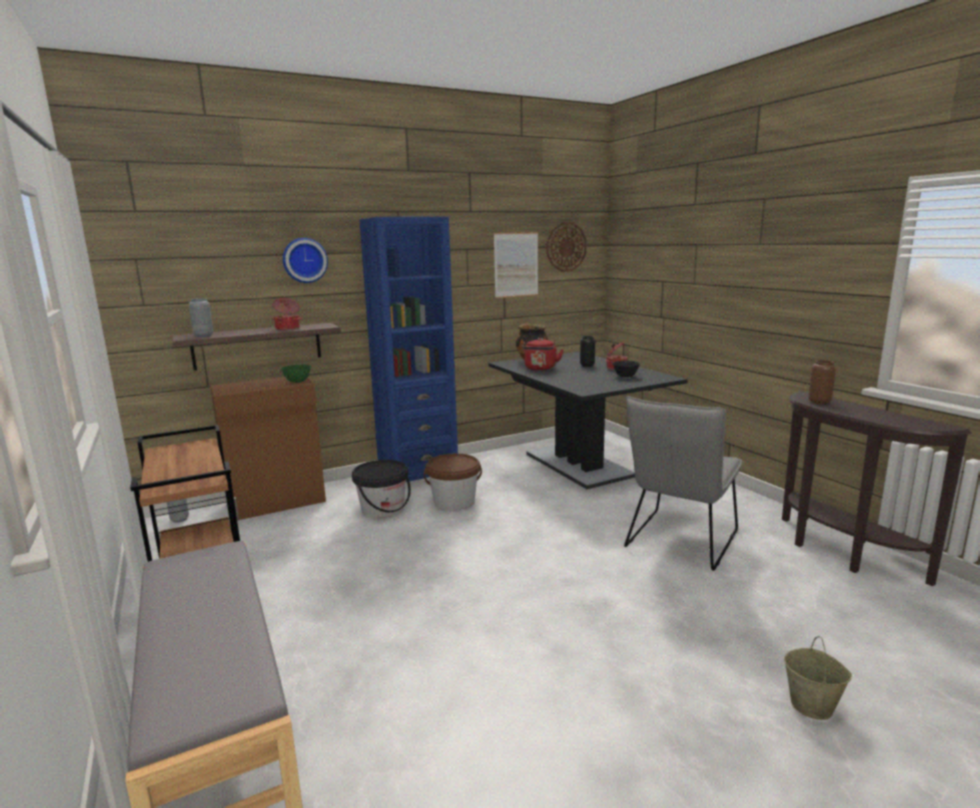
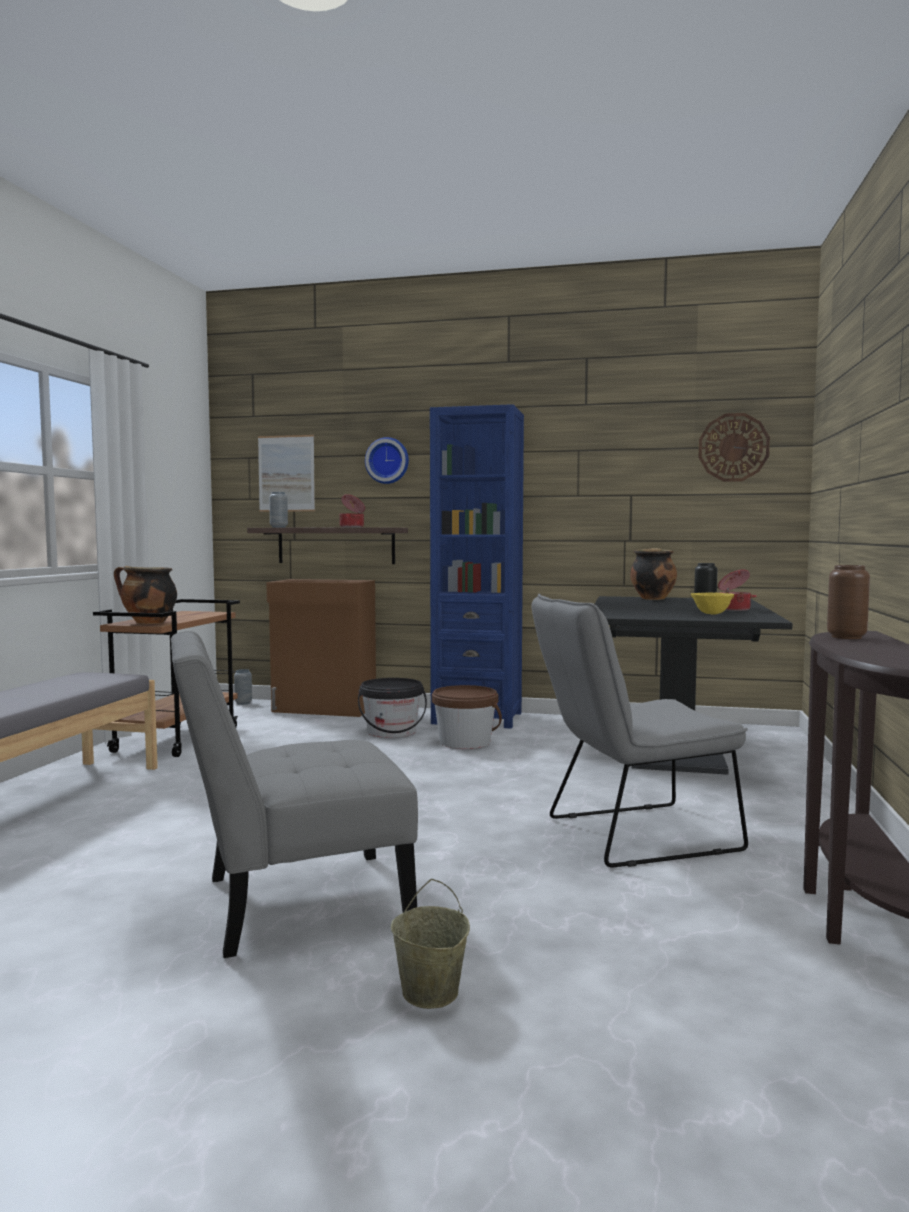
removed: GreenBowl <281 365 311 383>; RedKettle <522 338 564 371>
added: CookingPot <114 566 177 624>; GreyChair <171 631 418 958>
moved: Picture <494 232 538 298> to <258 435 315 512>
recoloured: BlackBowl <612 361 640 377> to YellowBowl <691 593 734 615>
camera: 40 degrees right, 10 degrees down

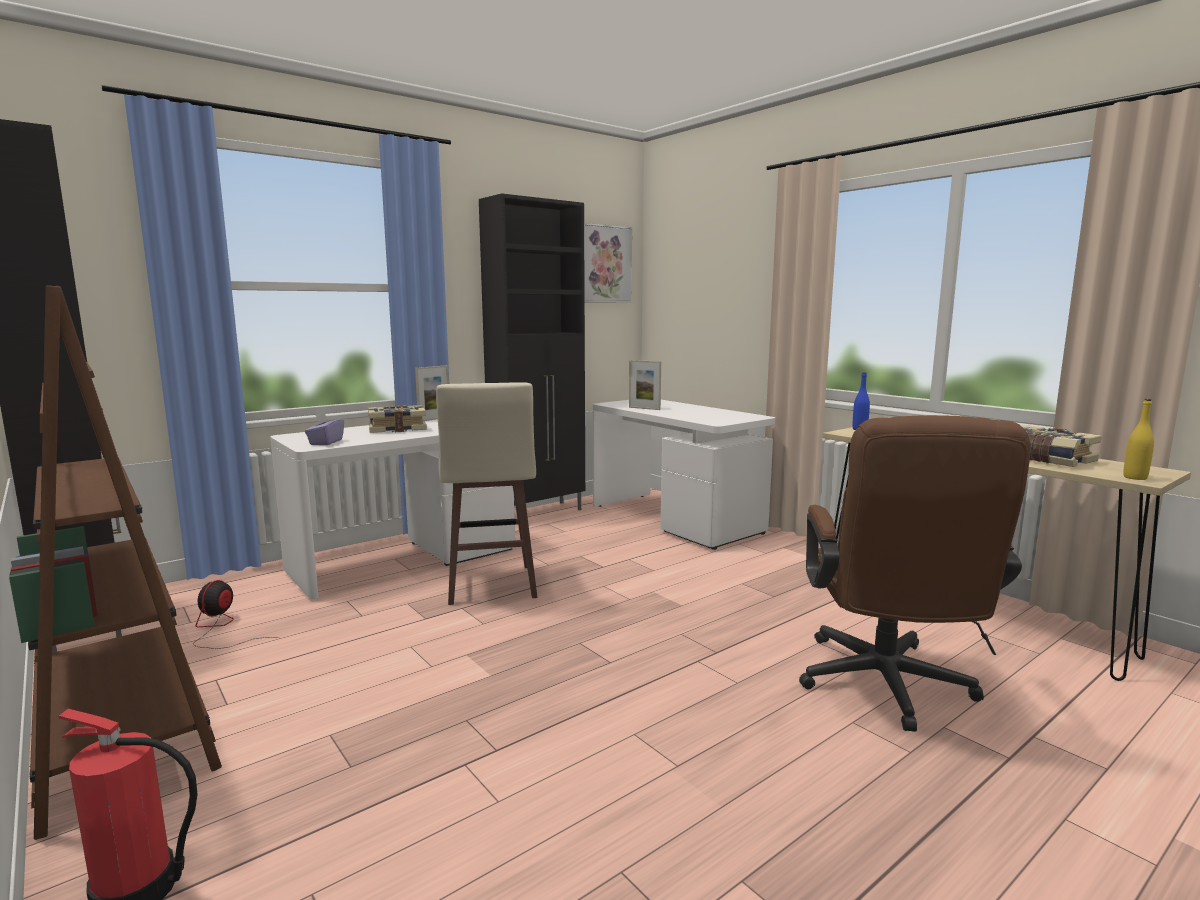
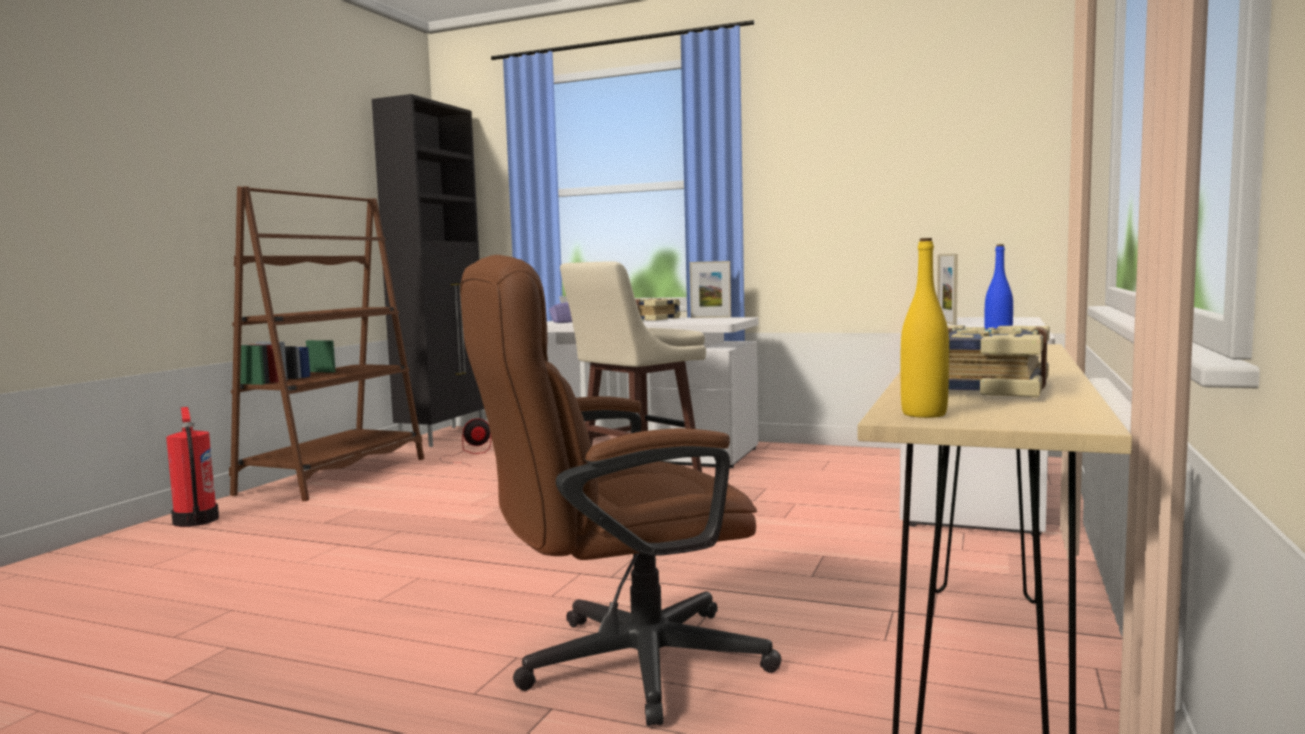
removed: BlackCabinet <479 193 585 510>; Picture <584 223 632 303>
camera: 60 degrees right, 5 degrees down

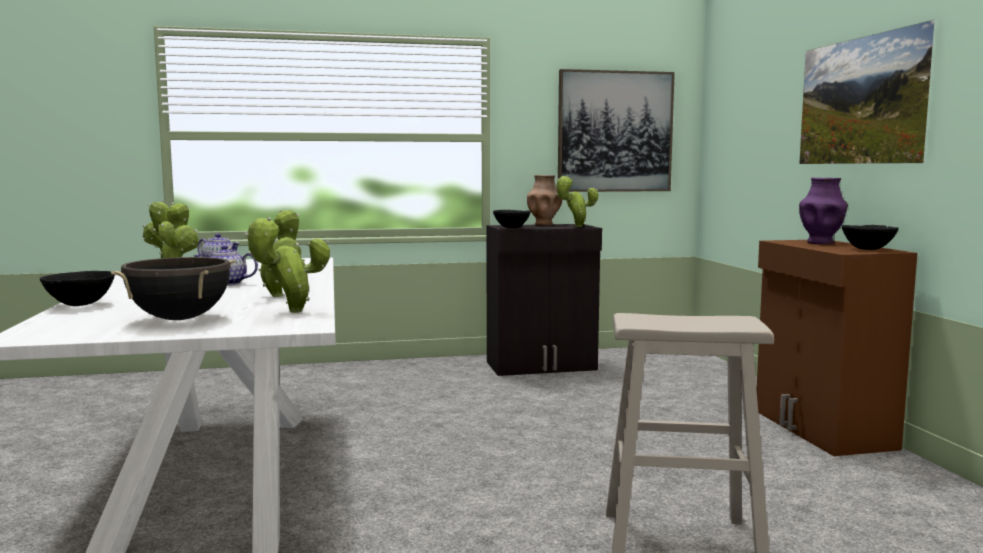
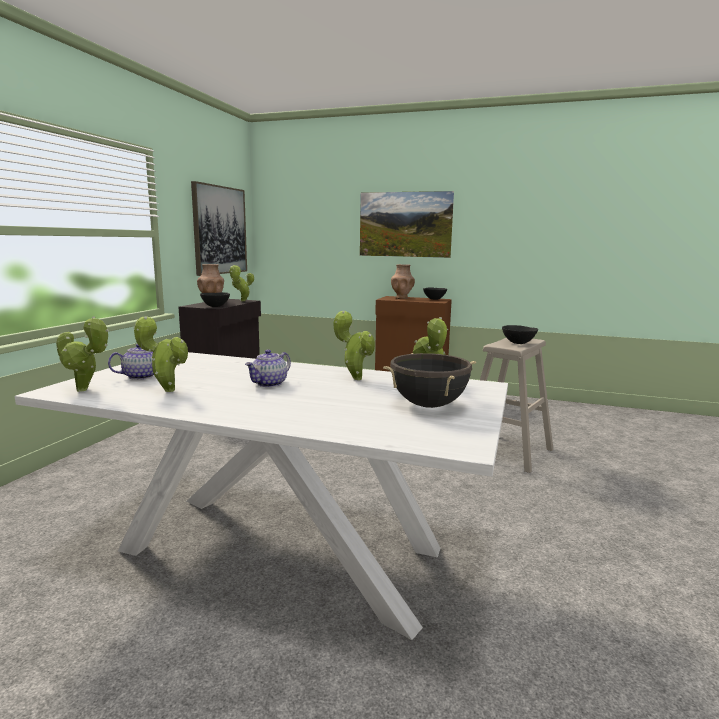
moved: BlackBowl <40 271 115 306> to <502 325 538 344>
recoloured: PurpleVase <799 178 848 244> to BrownVase <391 264 415 299>
camera: 60 degrees left, 5 degrees up

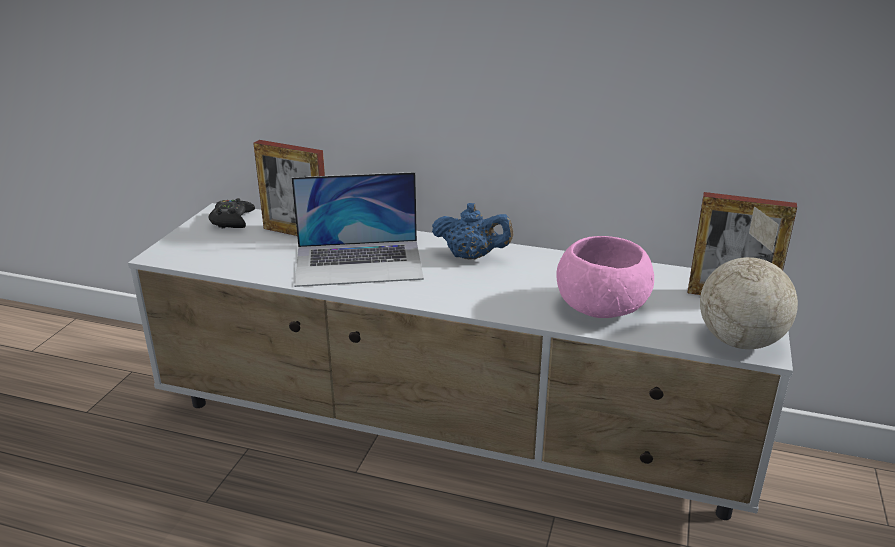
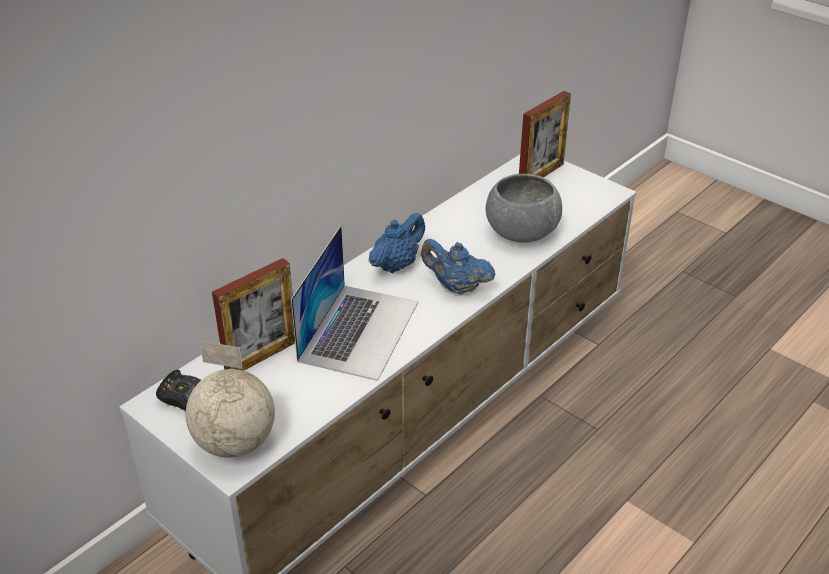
added: BlueTeapot <421 239 495 295>
moved: Globe <700 206 798 349> to <186 341 275 458>
recoloured: PinkBowl <557 236 654 318> to GreyBowl <486 174 562 243>
camera: 65 degrees left, 10 degrees up

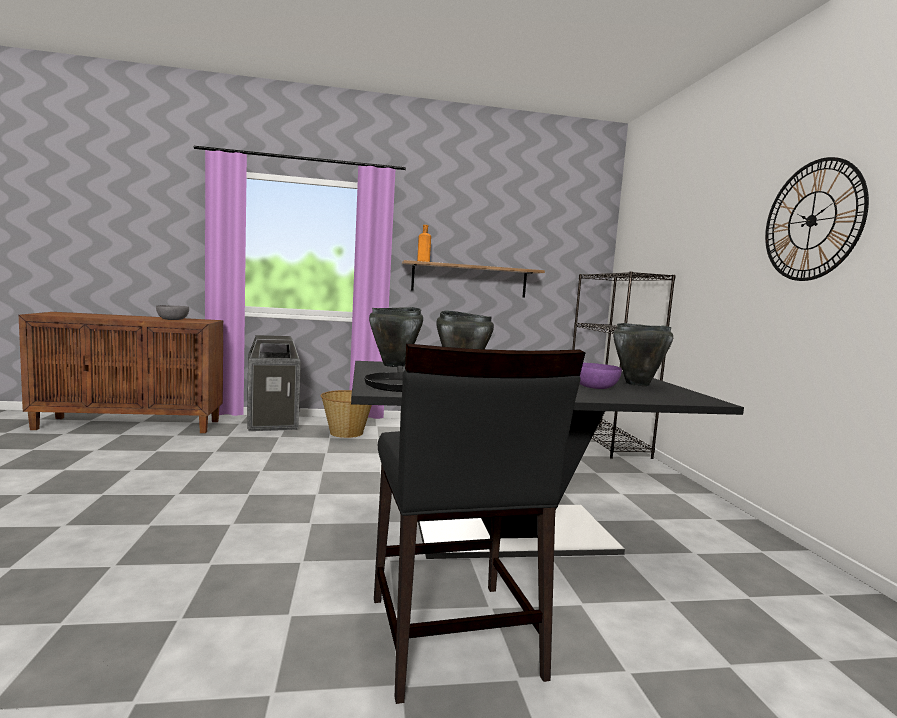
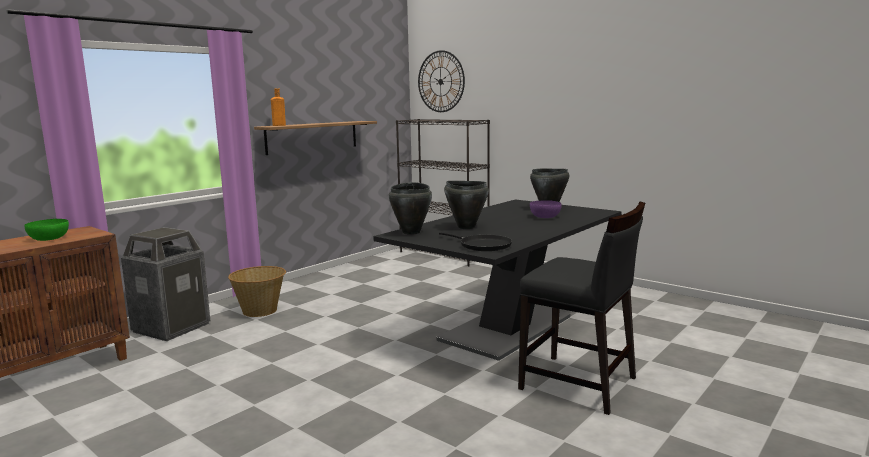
moved: WallClock <765 157 869 281> to <418 50 465 112>
recoloured: GreyBowl <156 305 189 320> to GreenBowl <24 219 69 241>
camera: 40 degrees left, 5 degrees up

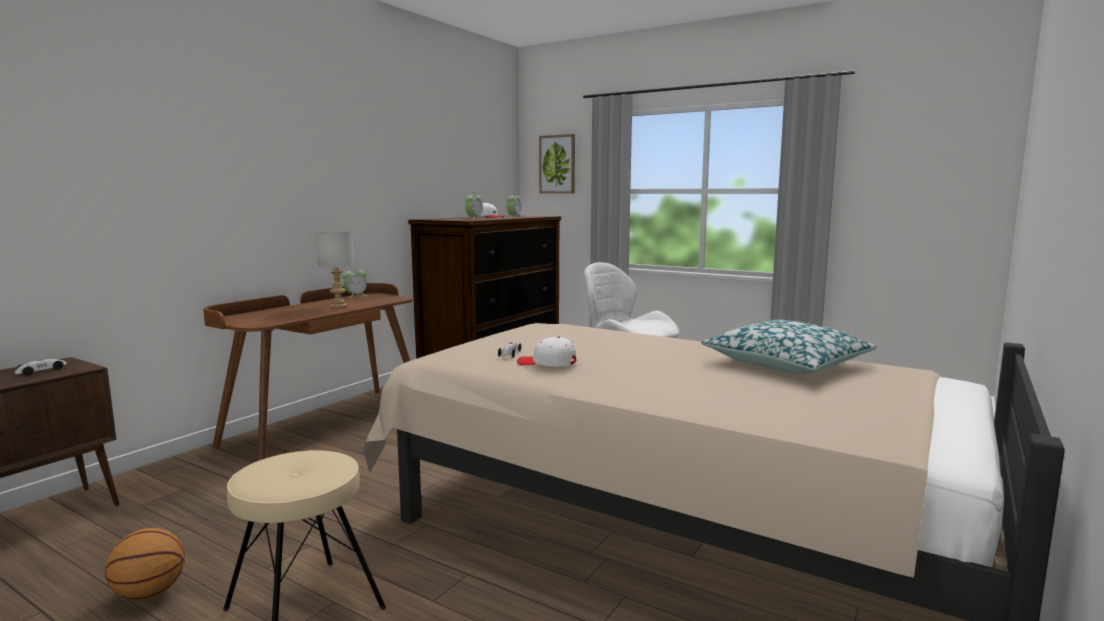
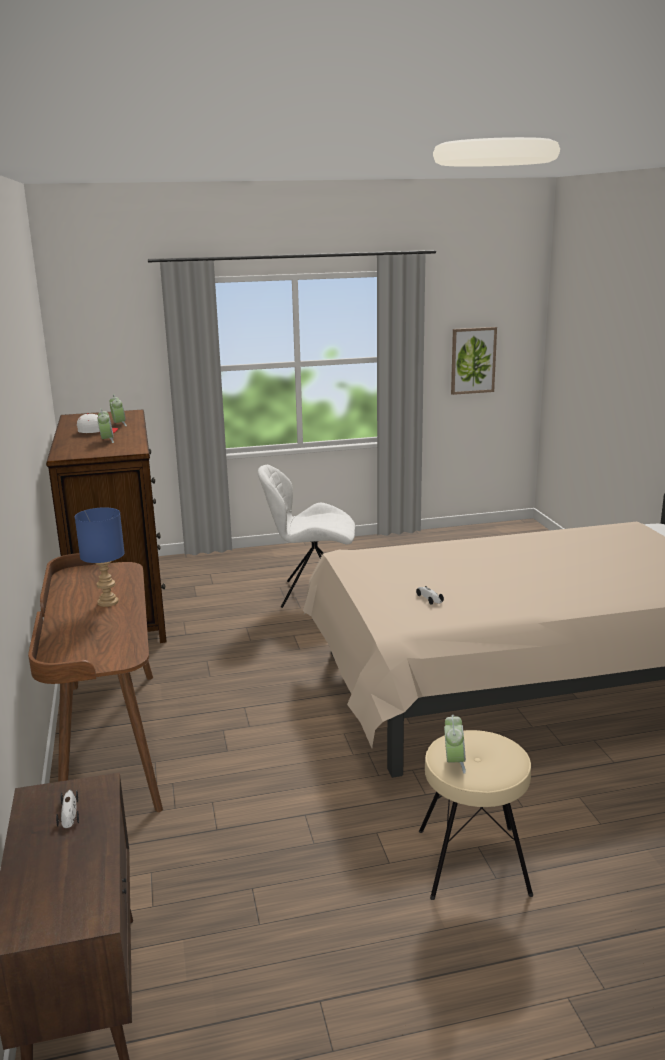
removed: Basketball <105 528 185 600>; WhiteCap <517 336 576 367>; Pillow <701 320 877 374>
moved: AlarmClock <342 267 367 298> to <444 715 466 774>; Picture <539 134 575 193> to <451 327 497 395>
recoloured: GreyTableLamp <316 231 354 308> to BlueTableLamp <75 507 125 607>
camera: 45 degrees left, 10 degrees up

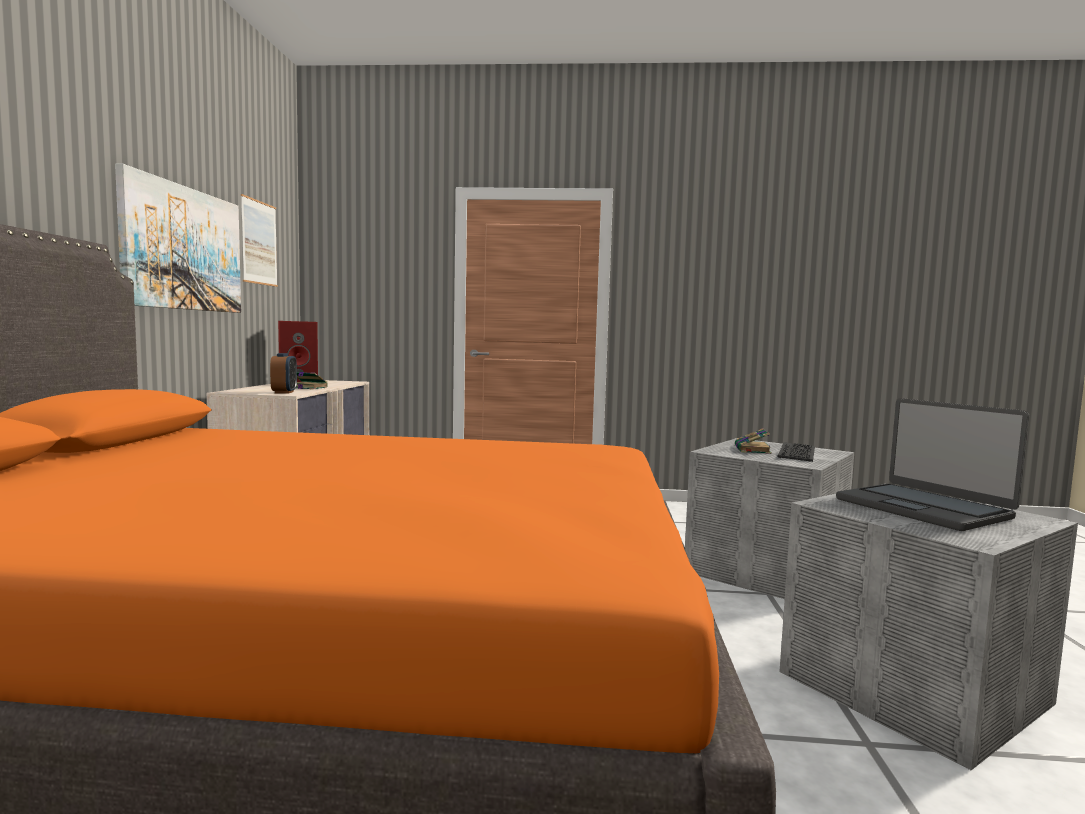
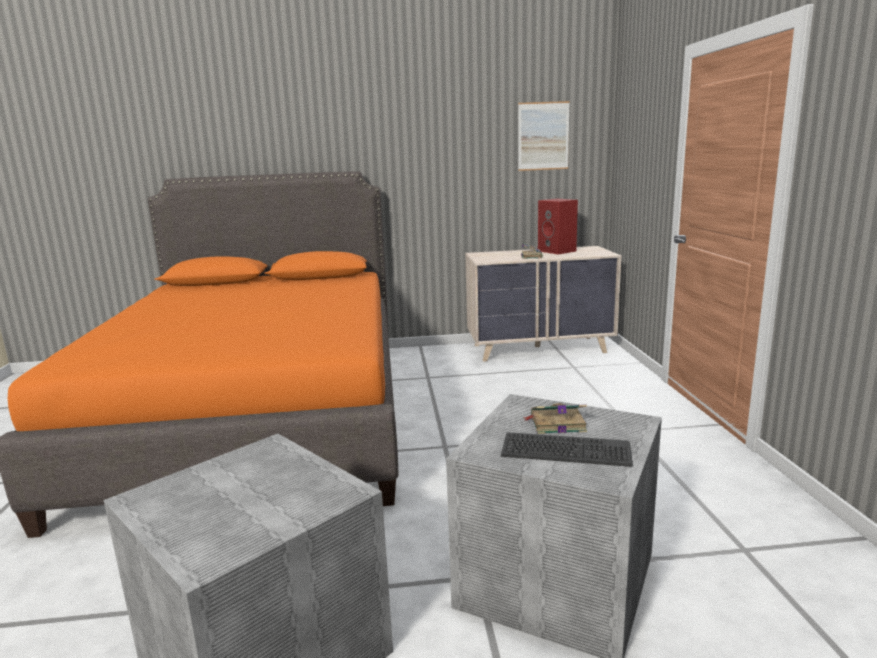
removed: Picture <115 163 241 313>; AlarmClock <270 353 297 394>; Laptop <836 398 1029 531>
camera: 80 degrees right, 10 degrees up

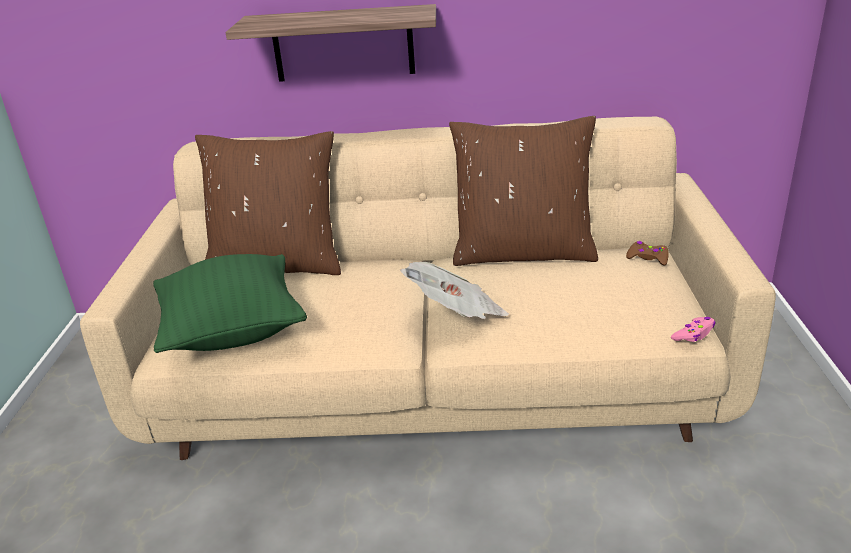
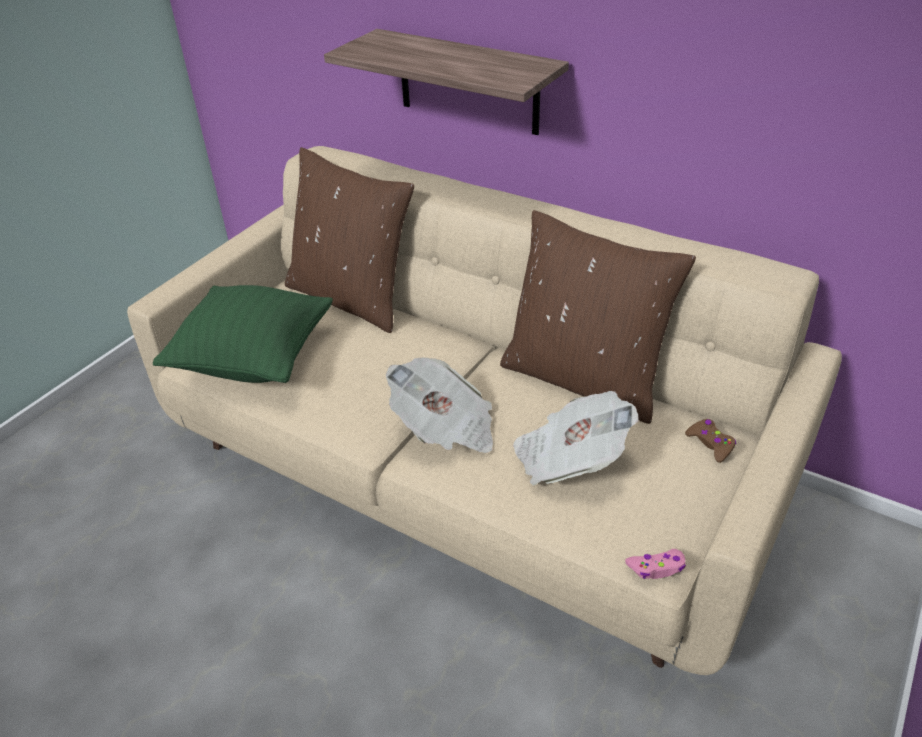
added: Newspaper <513 391 639 485>
camera: 30 degrees right, 10 degrees up

